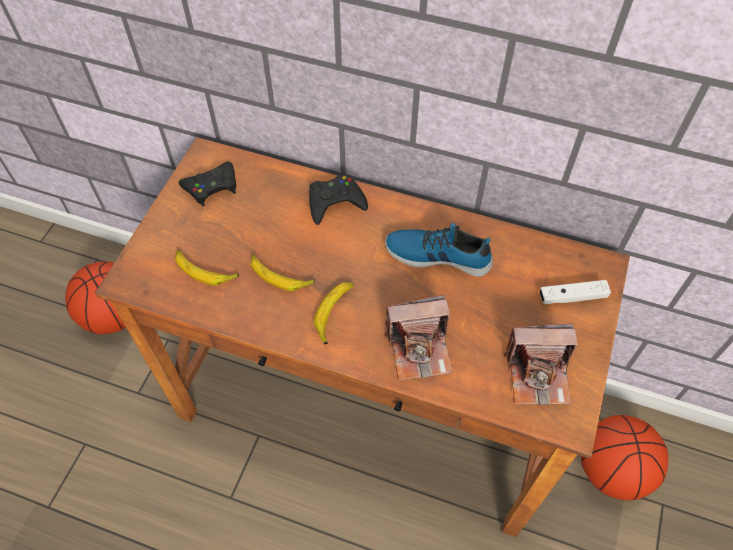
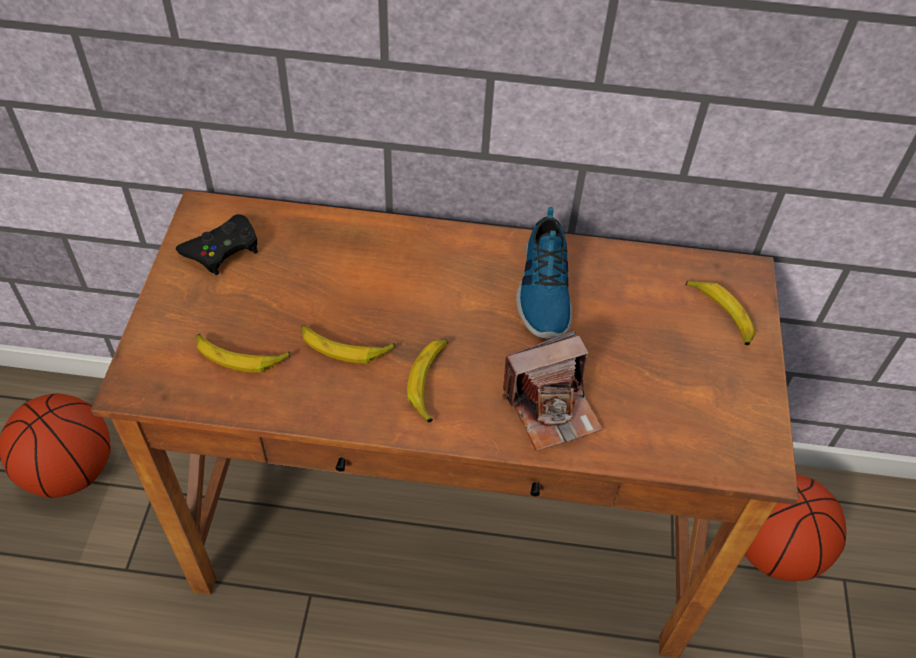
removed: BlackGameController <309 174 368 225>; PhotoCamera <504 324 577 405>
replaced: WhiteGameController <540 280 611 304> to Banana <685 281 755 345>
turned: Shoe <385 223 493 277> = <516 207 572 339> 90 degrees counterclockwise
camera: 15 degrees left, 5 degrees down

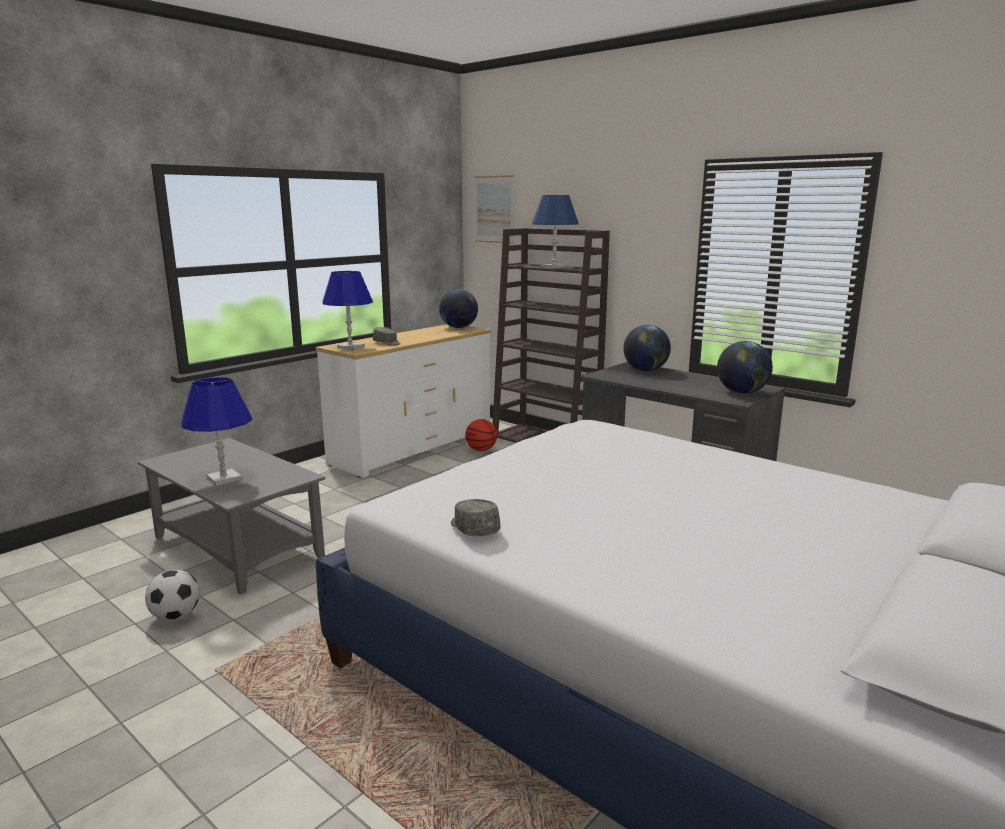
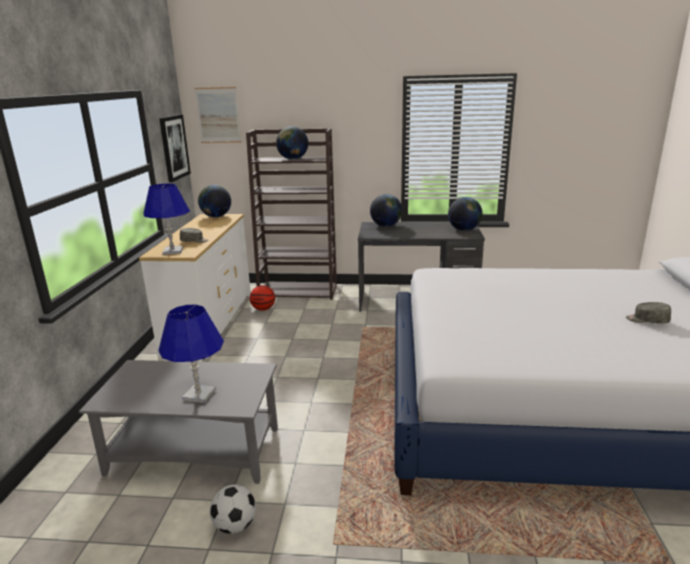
added: Picture <159 114 191 182>
moved: GreyCap <451 499 501 536> to <626 302 671 324>
replaced: BlueTableLamp <532 195 578 268> to Globe <276 126 308 159>
camera: 35 degrees left, 5 degrees up

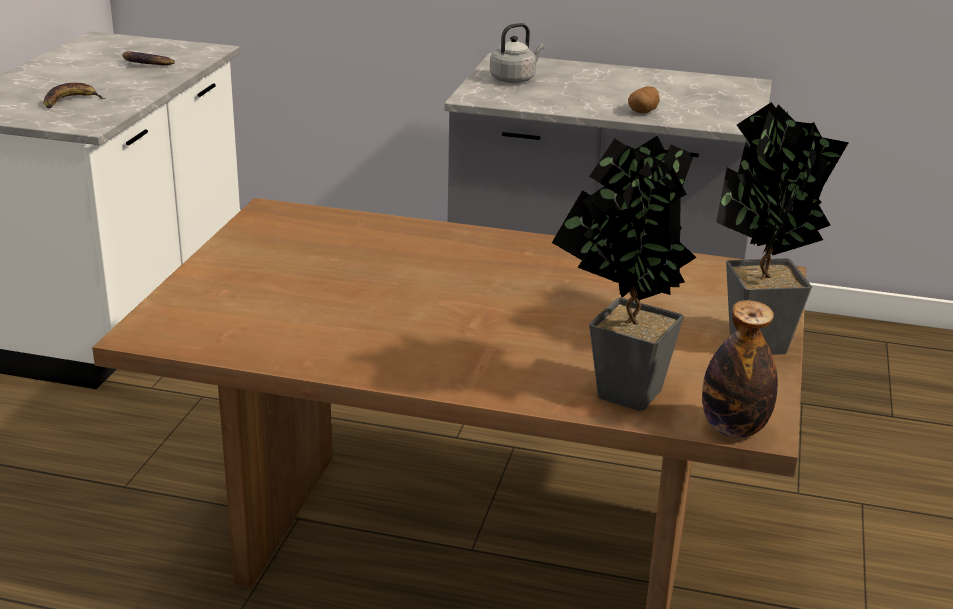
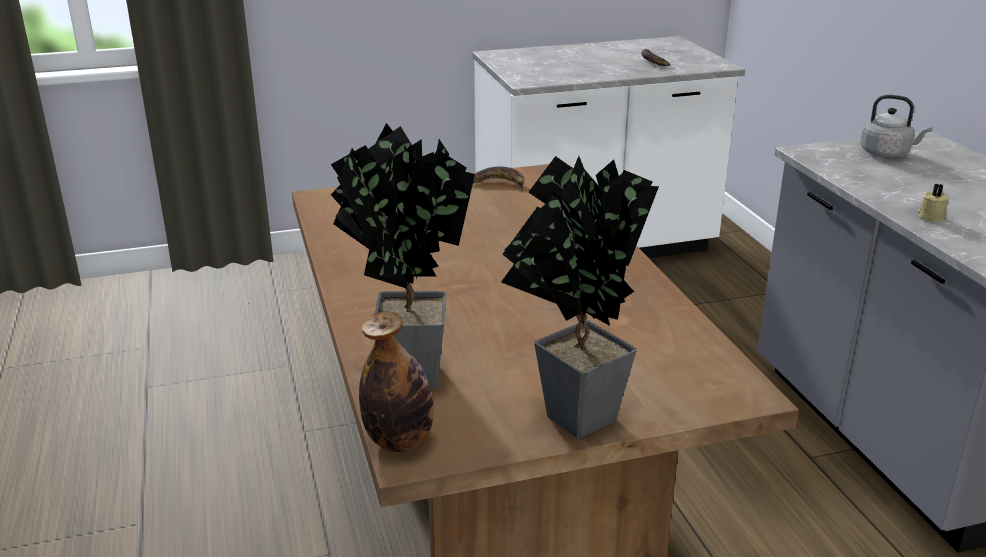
moved: Banana <43 83 105 108> to <473 166 524 191>
replaced: Potato <628 86 660 113> to BeigeCandle <917 184 949 222>
camera: 60 degrees right, 0 degrees up

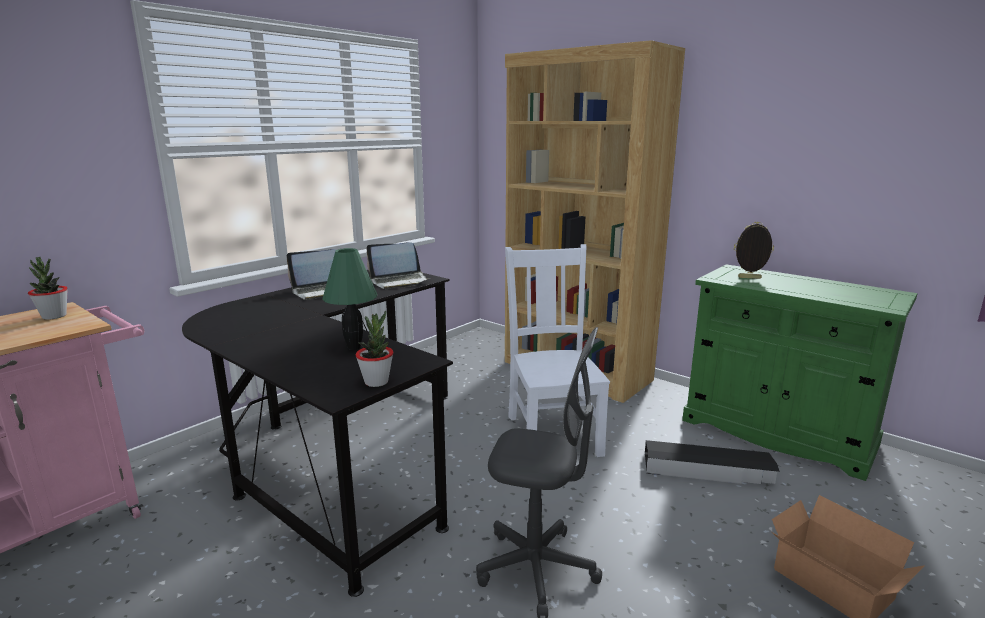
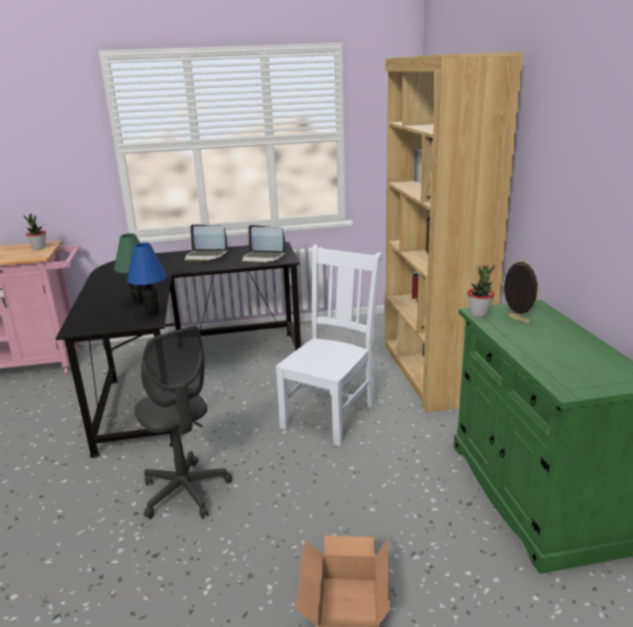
removed: BlackStorageBox <645 440 780 484>
added: BlueTableLamp <127 243 167 317>
moved: PottedPlant <356 310 393 387> to <467 264 495 317>
camera: 40 degrees right, 5 degrees up

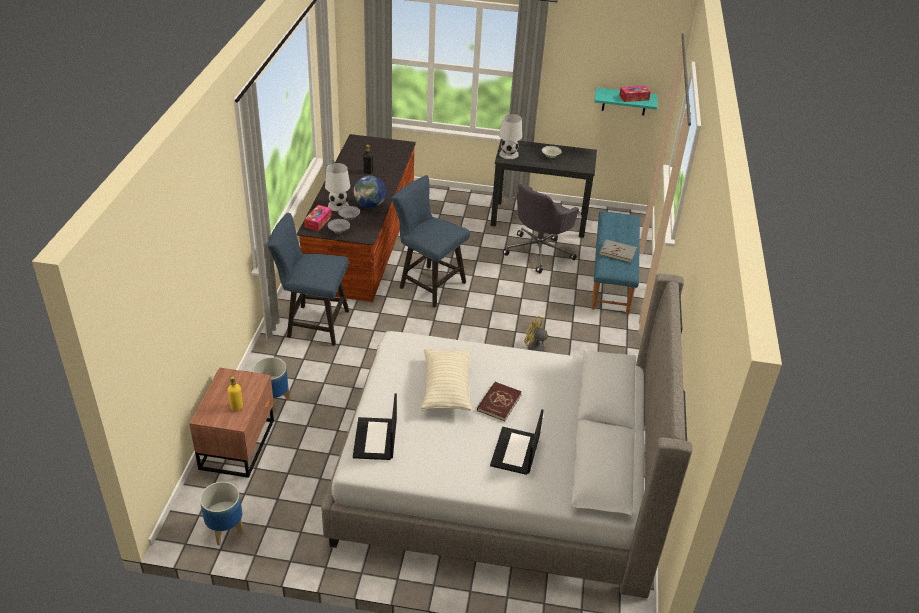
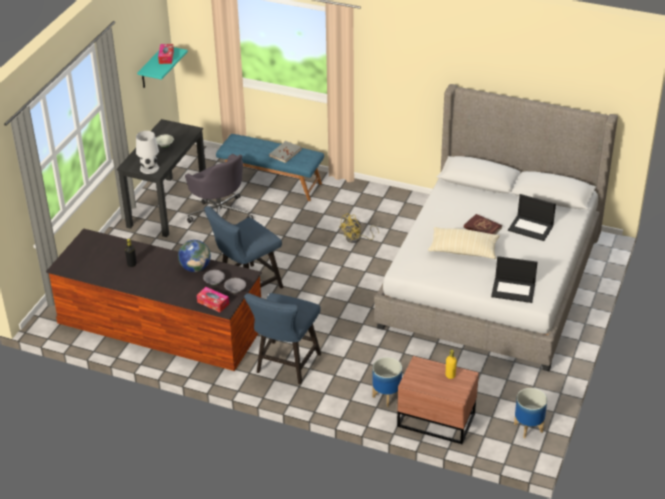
removed: WhiteTableLamp <325 163 350 212>
camera: 75 degrees left, 0 degrees up

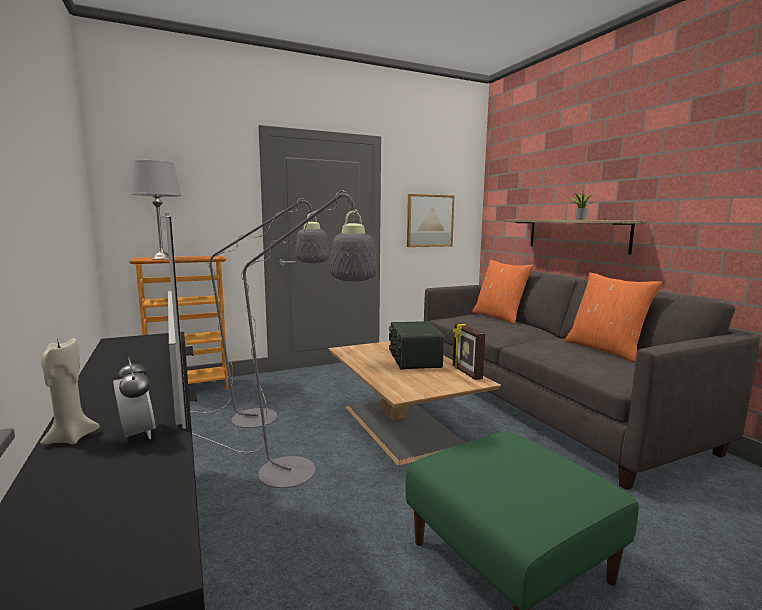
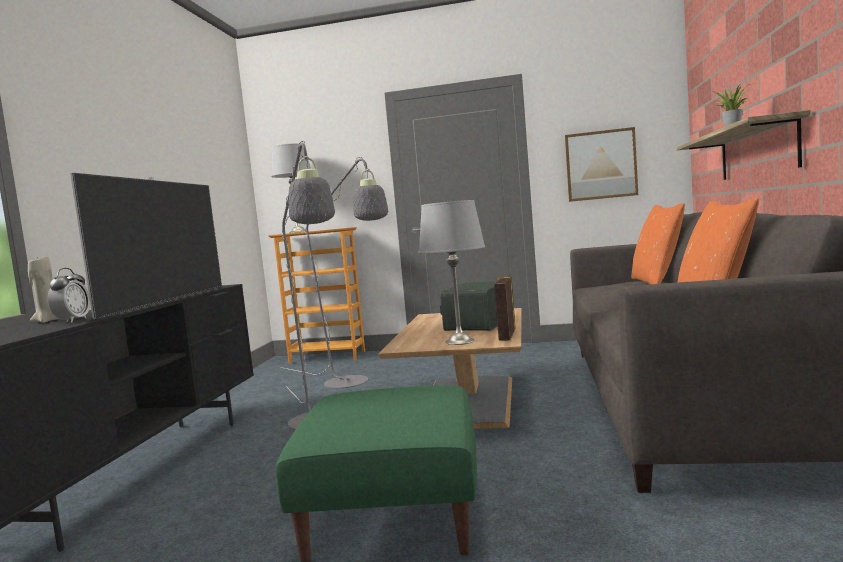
added: GreyTableLamp <419 200 485 345>
camera: 35 degrees right, 5 degrees down

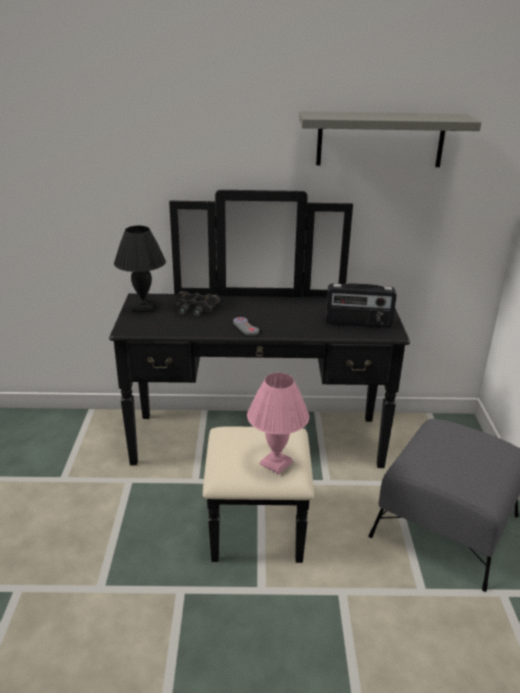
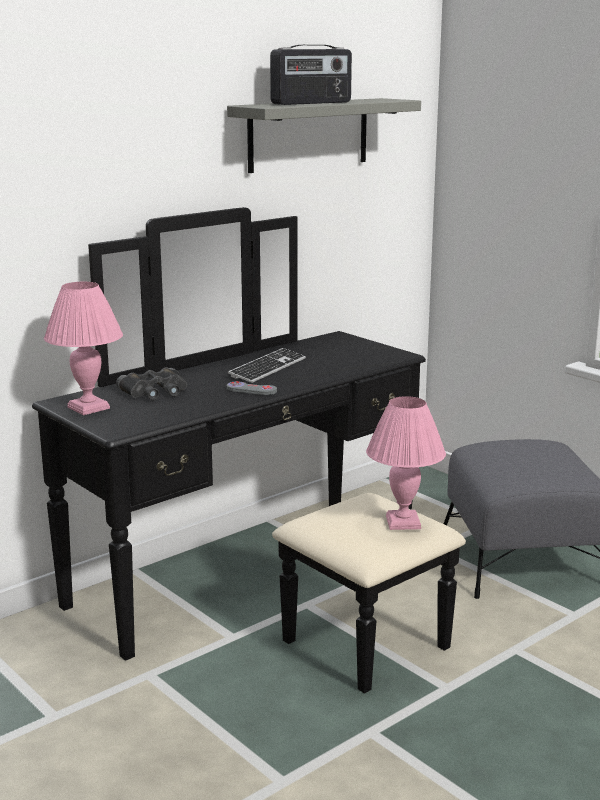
added: Keyboard <228 348 306 383>
moved: Radio <326 283 397 328> to <270 45 352 105>
recoloured: BlackTableLamp <114 226 166 312> to PinkTableLamp <44 282 123 415>
camera: 40 degrees left, 10 degrees down

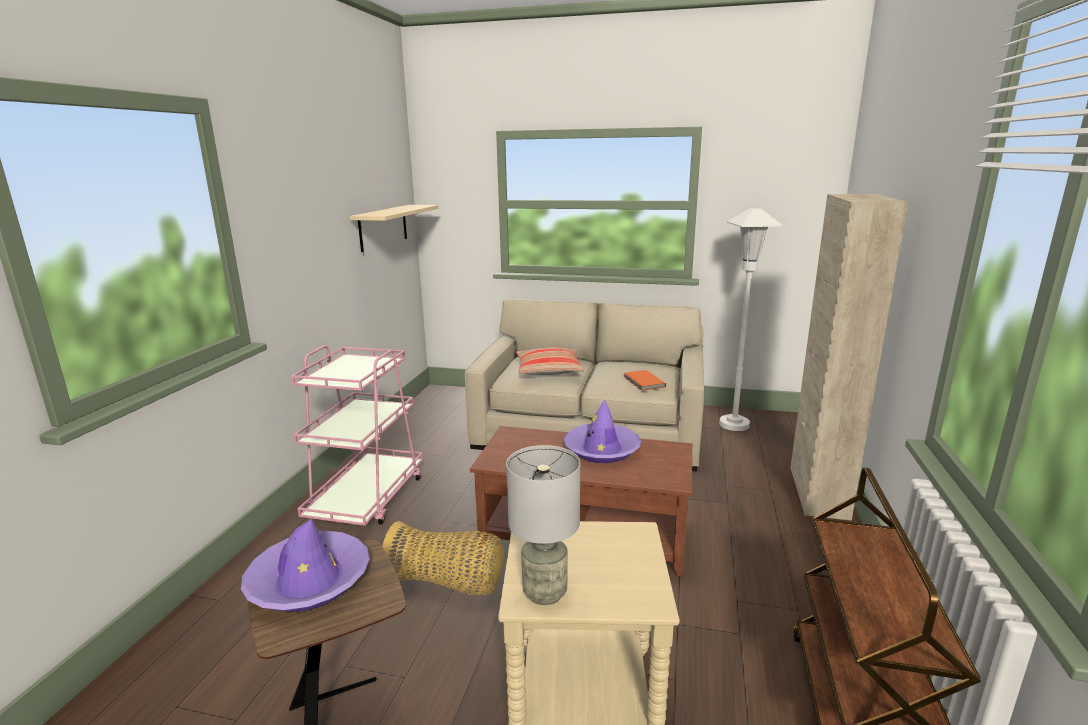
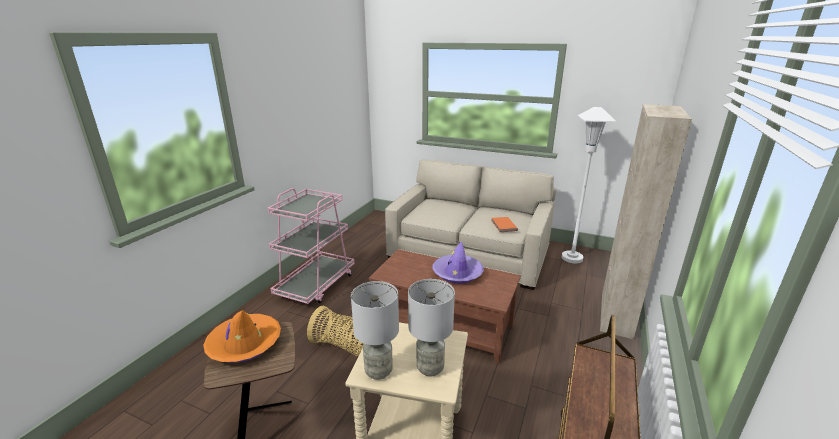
removed: BeigeShelf <350 205 438 252>; Pillow <516 347 585 375>
added: GreyTableLamp <408 279 455 376>
recoloured: PurpleHat <241 519 369 612> to OrangeHat <203 310 281 363>
camera: 10 degrees right, 5 degrees up

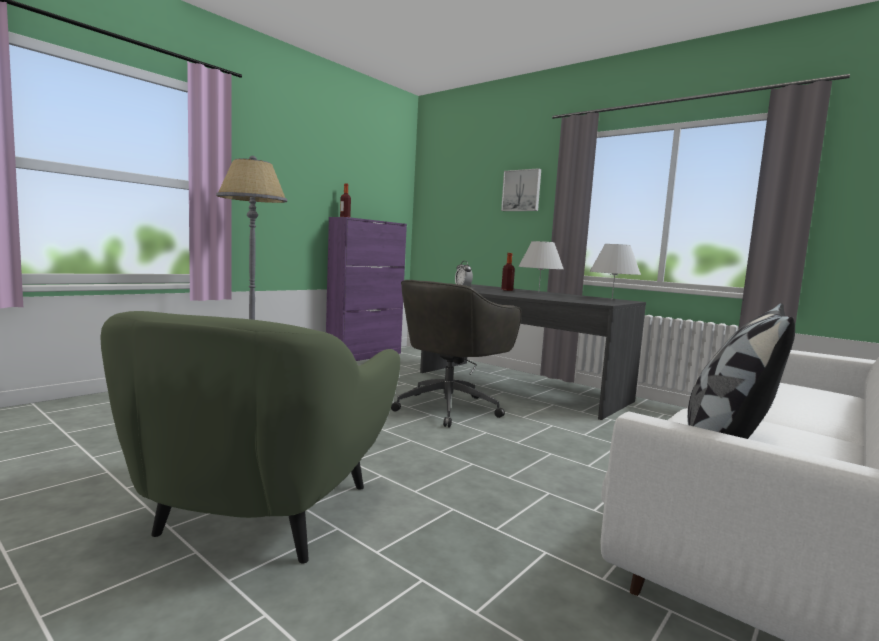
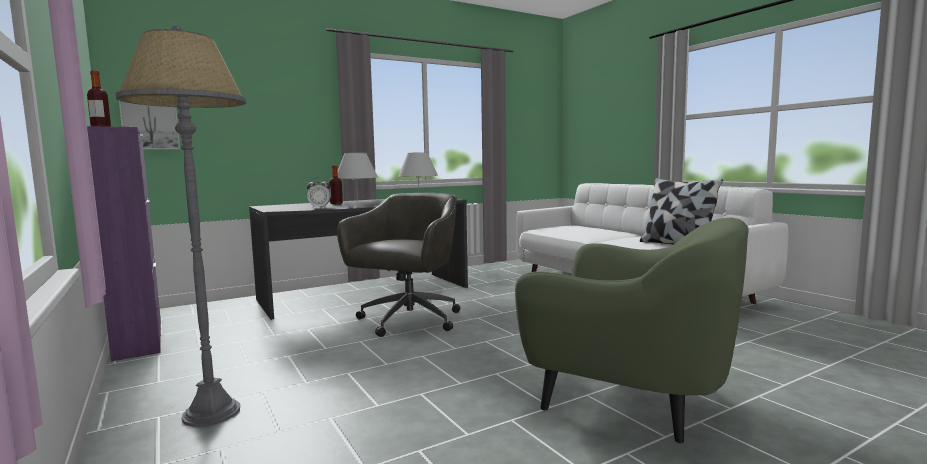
moved: Picture <501 168 541 211> to <119 101 180 150>
turned: GreyOfficeChair <391 280 522 428> = <337 193 460 337> 120 degrees counterclockwise
camera: 70 degrees left, 0 degrees up

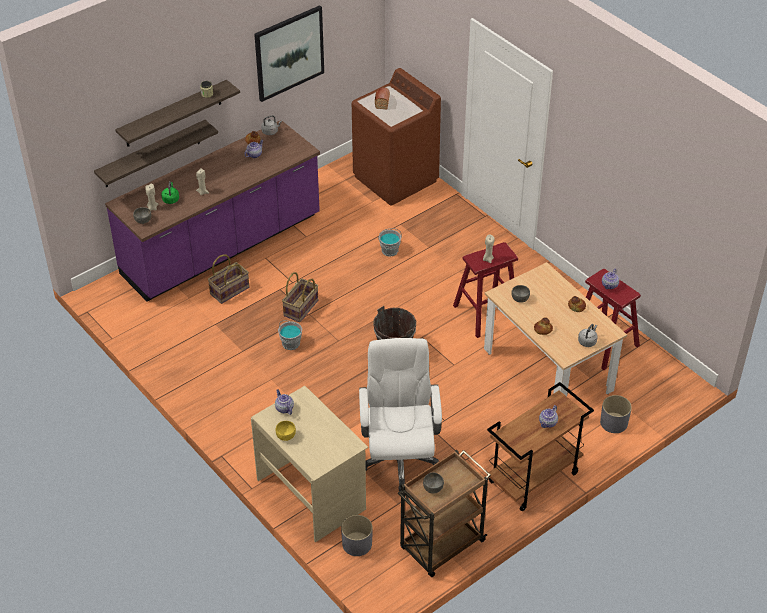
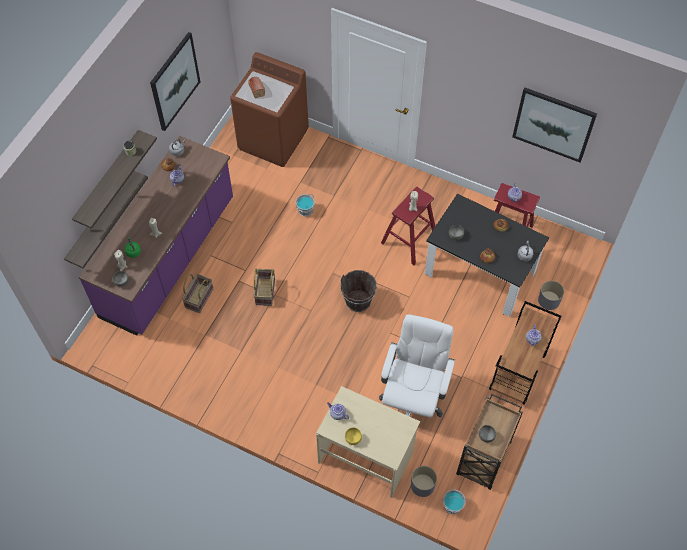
added: Picture <512 87 597 163>
moved: GreyBucket <278 320 302 350> to <442 490 466 514>
recoloured: BeigeDiningTable <484 262 627 396> to BlackDiningTable <425 194 549 317>
turned: WhiteOfficeChair <359 338 442 492> = <379 314 455 418> 45 degrees clockwise
camera: 25 degrees left, 15 degrees up

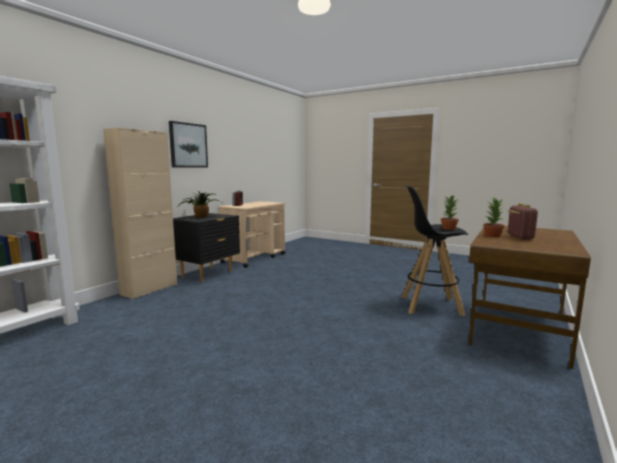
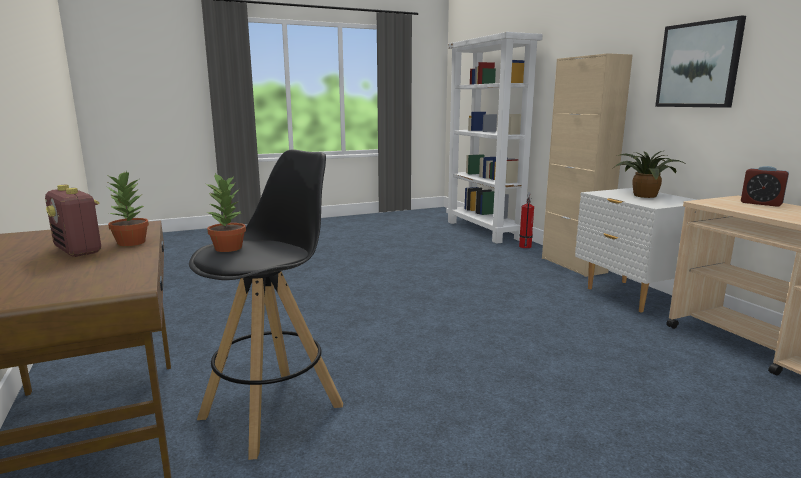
added: FireExtinguisher <519 192 534 248>
recoloured: BlackNightstand <173 213 240 282> to WhiteNightstand <575 188 697 313>
camera: 125 degrees right, 5 degrees up

